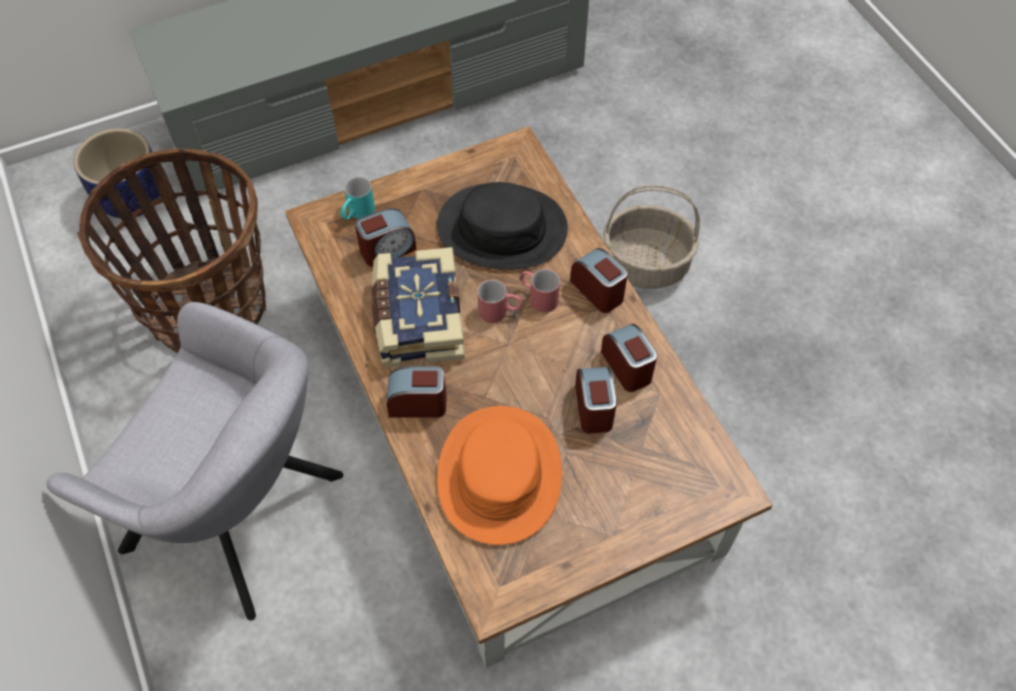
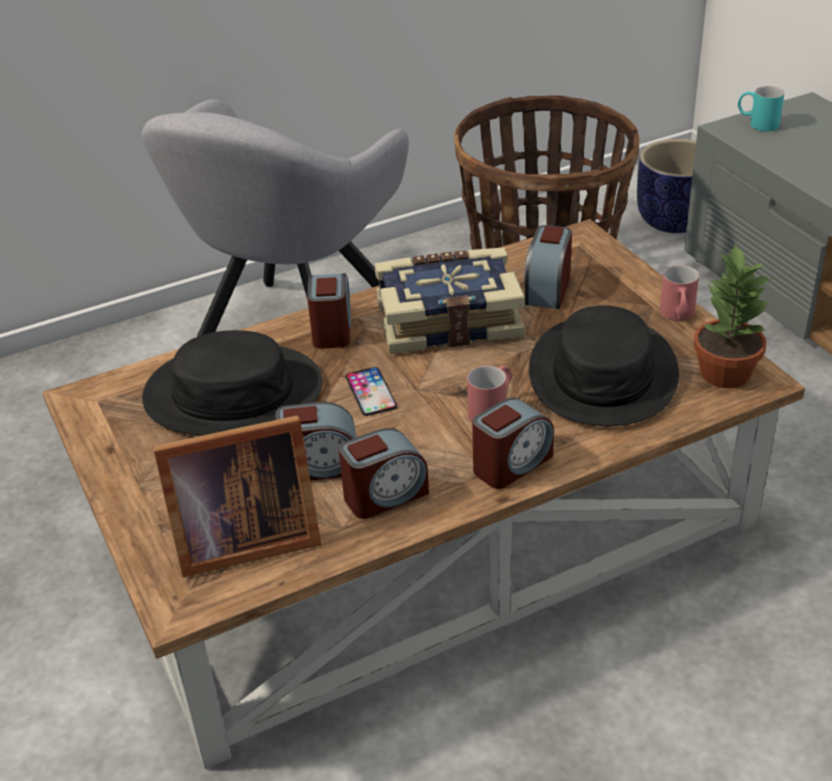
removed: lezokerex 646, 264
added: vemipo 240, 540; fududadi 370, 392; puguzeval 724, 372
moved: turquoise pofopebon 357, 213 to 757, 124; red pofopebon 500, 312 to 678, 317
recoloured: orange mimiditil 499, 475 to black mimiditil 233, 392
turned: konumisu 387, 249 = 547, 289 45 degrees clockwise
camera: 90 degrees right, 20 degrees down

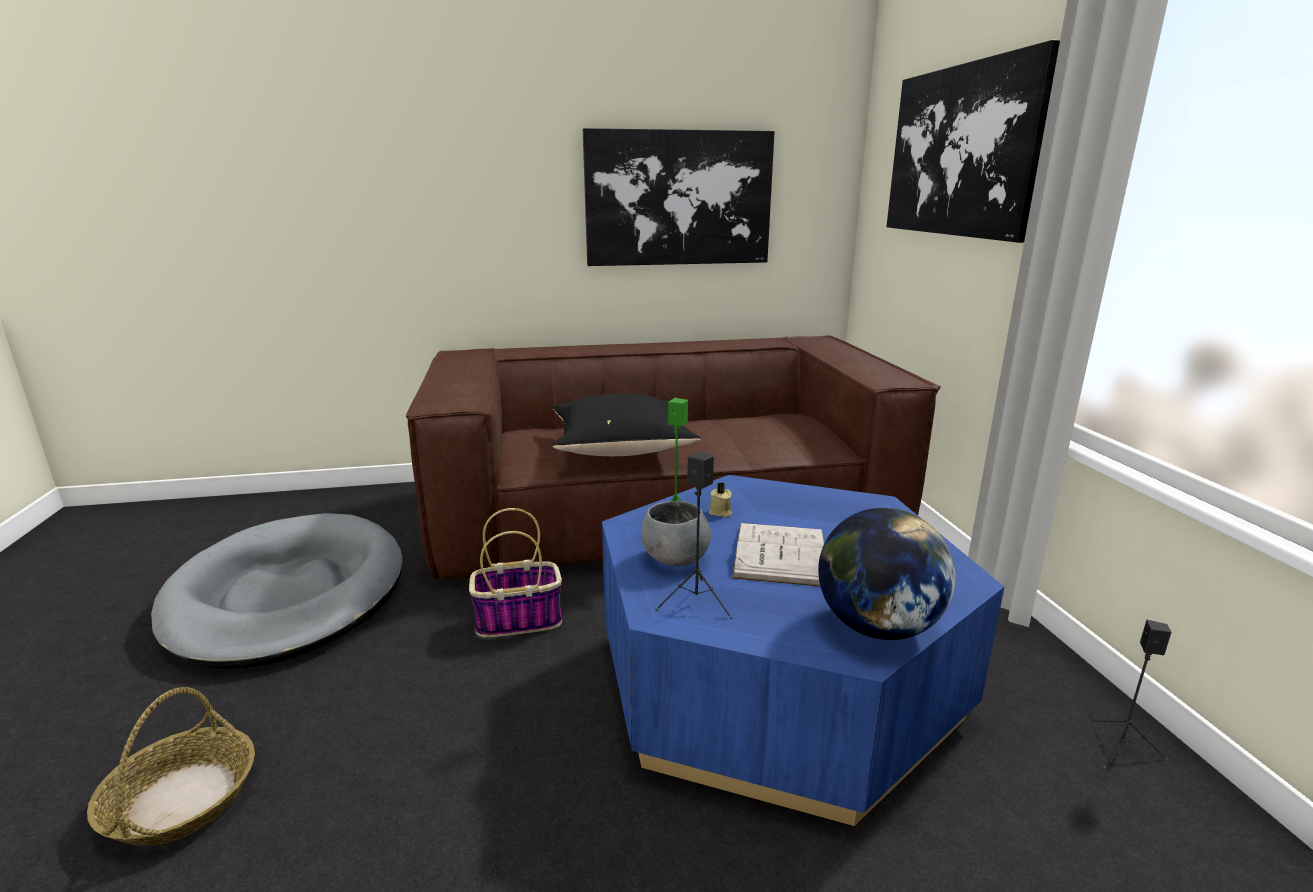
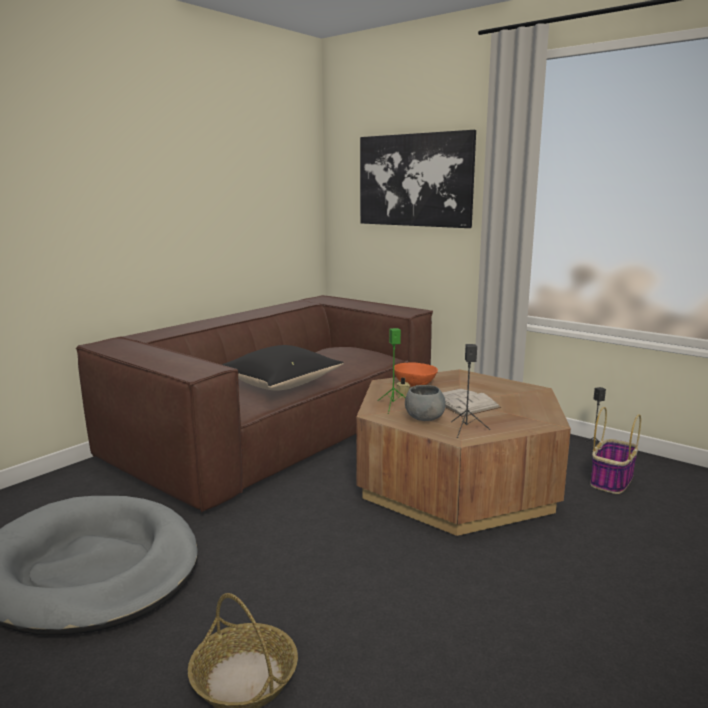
removed: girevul 678, 198; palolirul 877, 627
added: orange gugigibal 415, 384
moved: lezokerex 520, 620 to 611, 480
recoloured: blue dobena 776, 679 to brown dobena 456, 481
camera: 40 degrees left, 5 degrees down

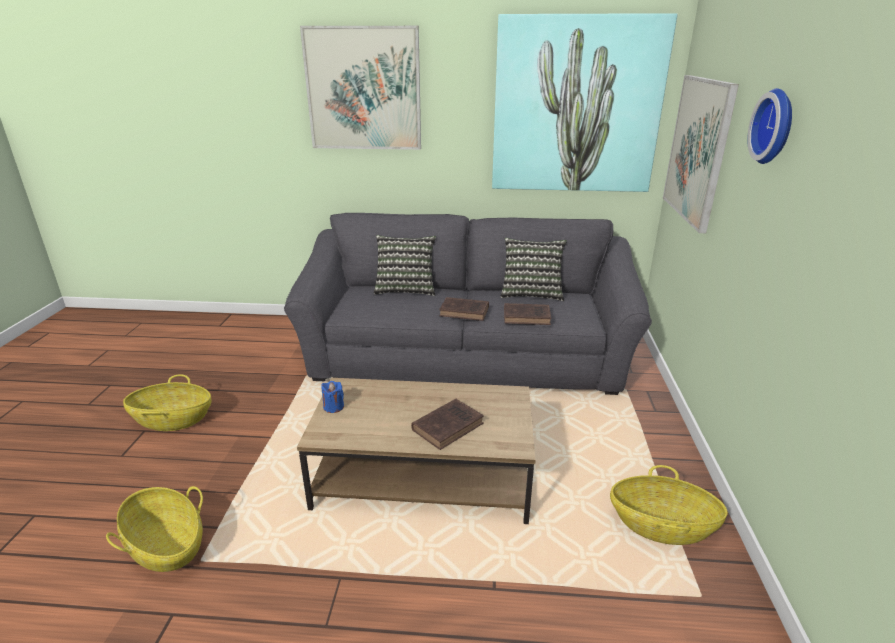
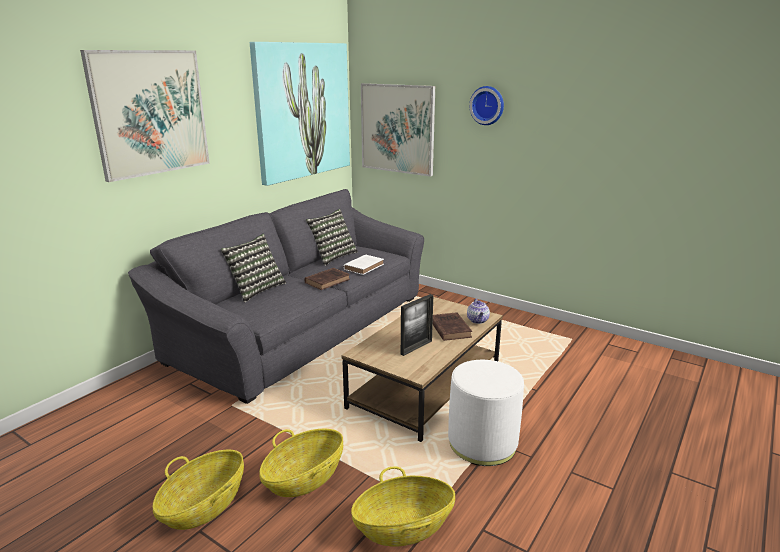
removed: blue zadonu 333, 407
added: vemipo 416, 347; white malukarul 482, 443; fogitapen 478, 320
moved: lezokerex 661, 526 to 304, 478
recoloured: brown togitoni 528, 317 to white togitoni 364, 266
camera: 60 degrees left, 5 degrees down

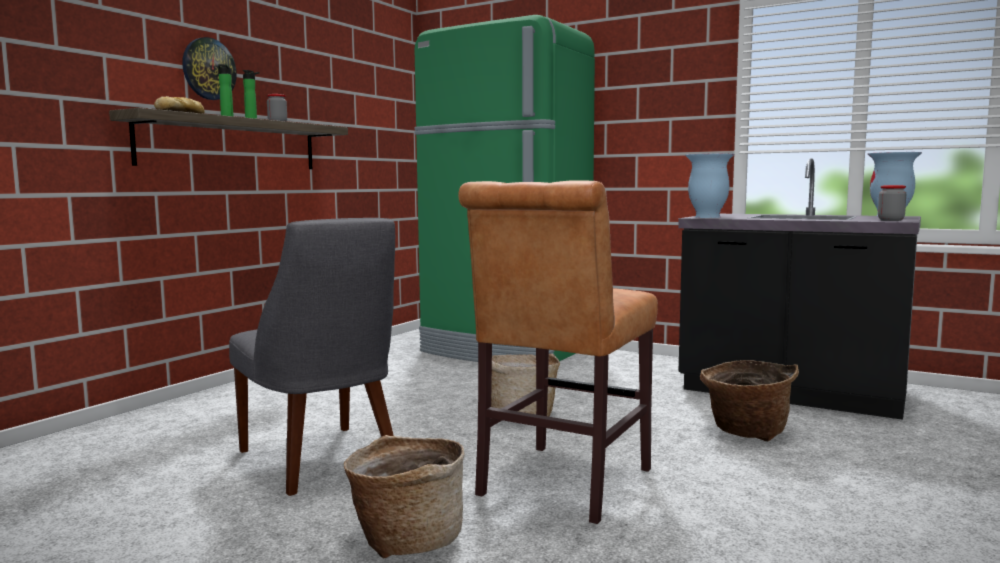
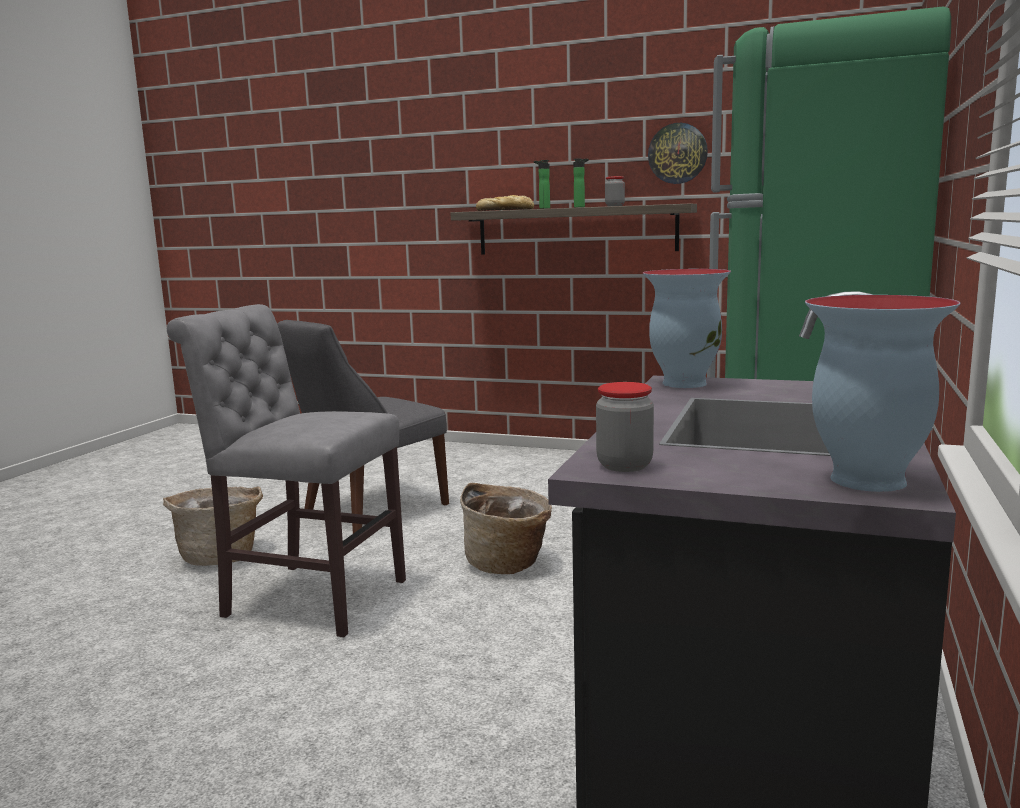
removed: lezokerex 745, 432
moved: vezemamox 208, 69 to 677, 153
recoloured: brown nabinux 560, 486 to grey nabinux 307, 597
camera: 80 degrees right, 5 degrees up

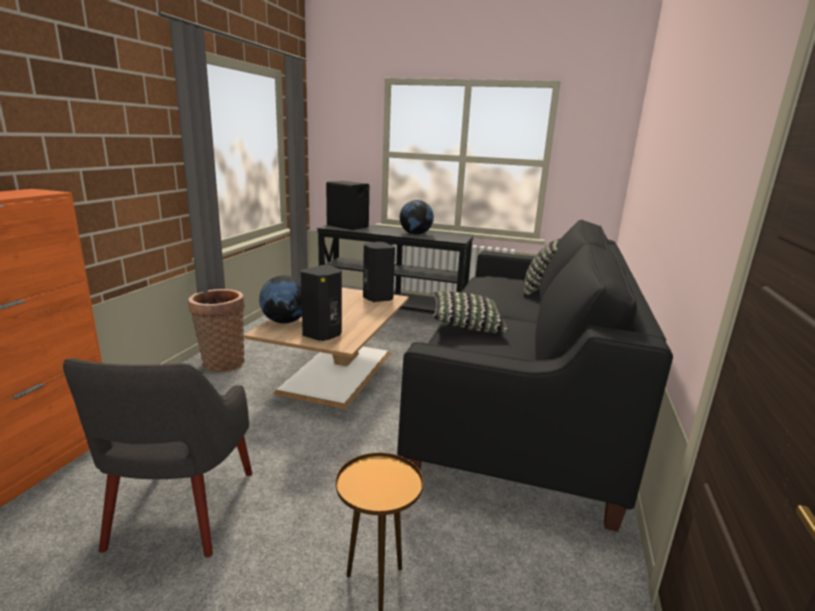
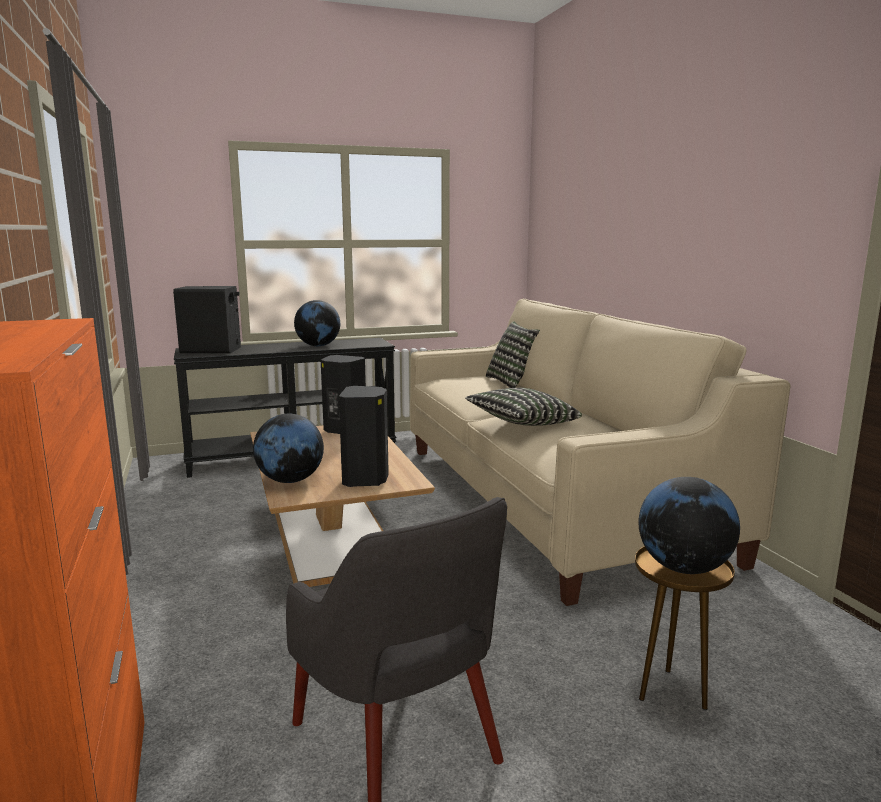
removed: lezokerex 222, 362
added: palolirul 684, 568
recoloured: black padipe 522, 397 to beige padipe 550, 499
camera: 35 degrees left, 5 degrees down

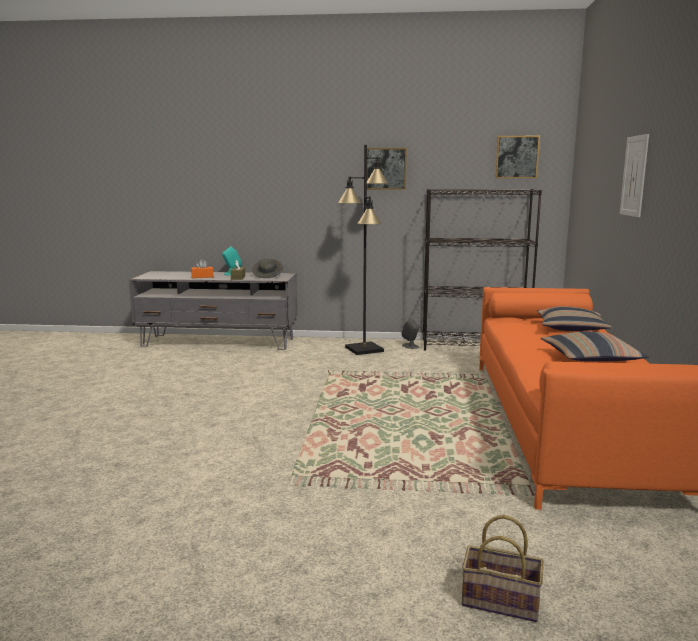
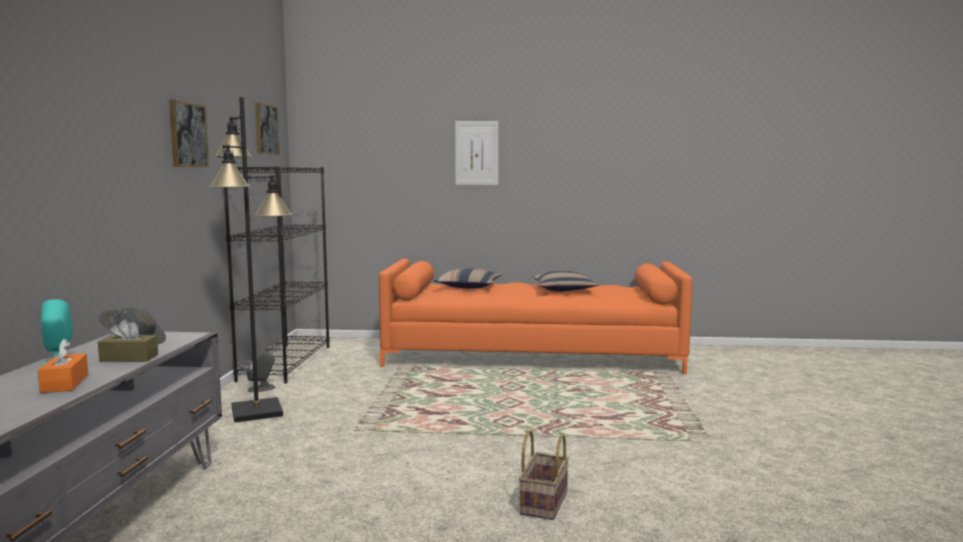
moved: lezokerex 502, 601 to 543, 502
camera: 90 degrees left, 5 degrees down

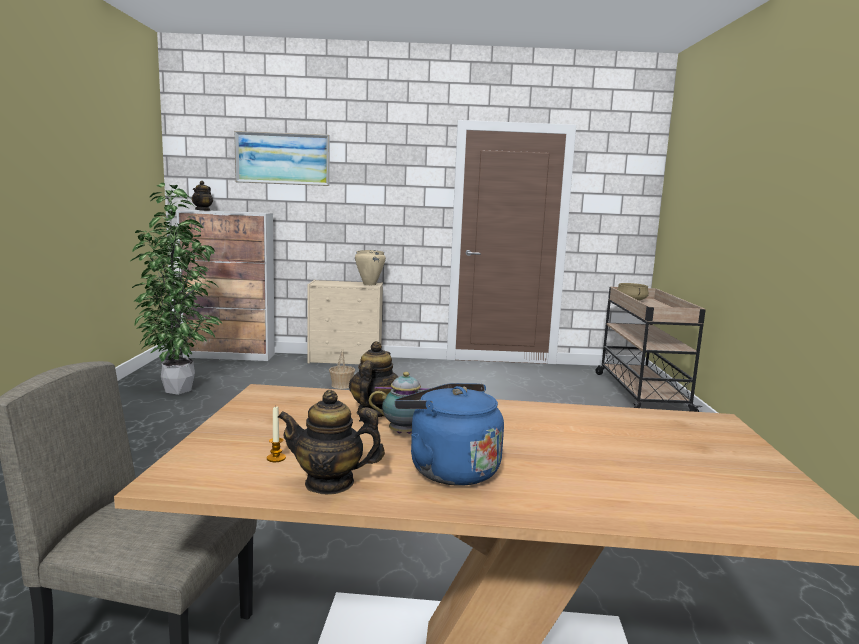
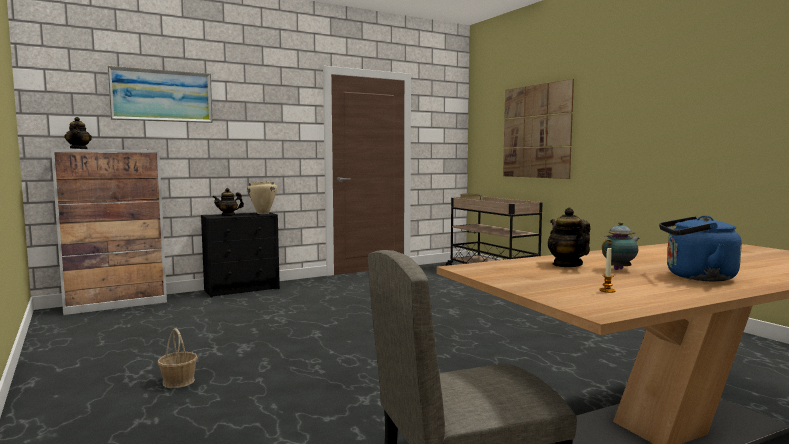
removed: puguzeval 181, 389
added: girevul 536, 131
moved: fogitapen 330, 483 to 228, 215; lezokerex 342, 385 to 178, 381
recoloured: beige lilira 346, 360 to black lilira 243, 289
camera: 30 degrees left, 5 degrees down

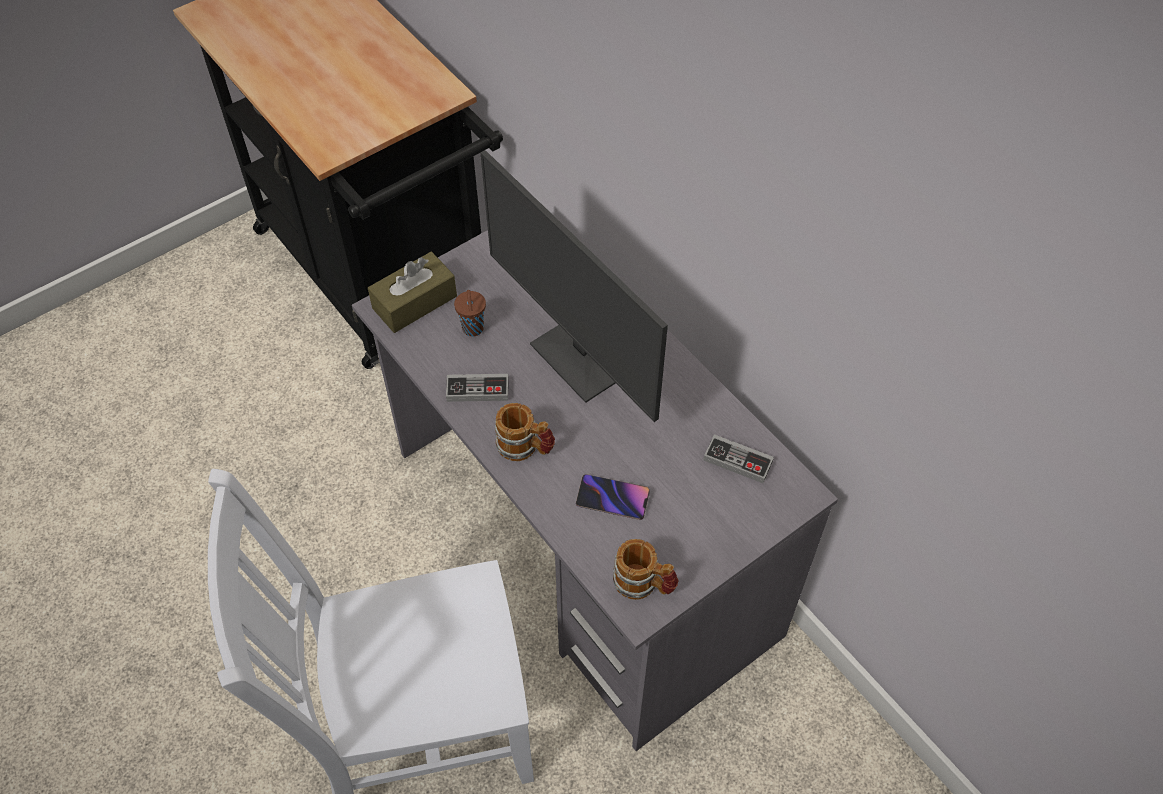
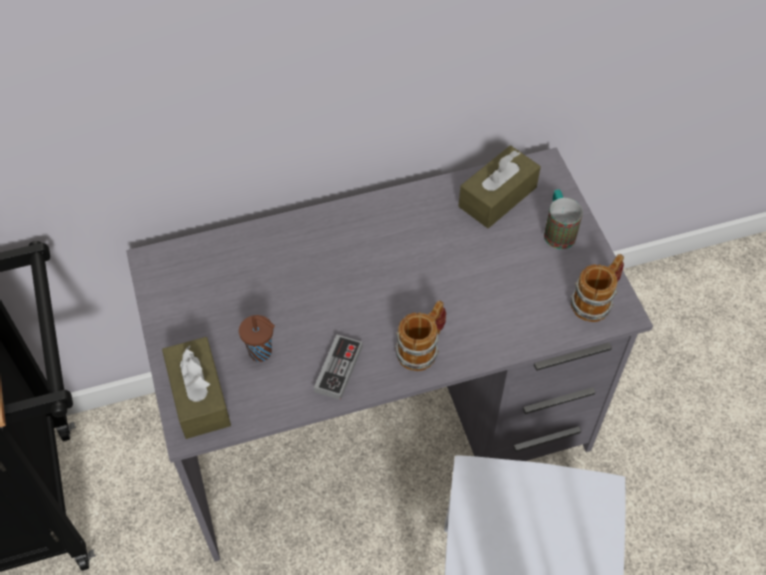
removed: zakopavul 584, 356; fududadi 612, 499
added: pofopebon 557, 230
replaced: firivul 738, 461 to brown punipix 497, 197
camera: 70 degrees left, 0 degrees up

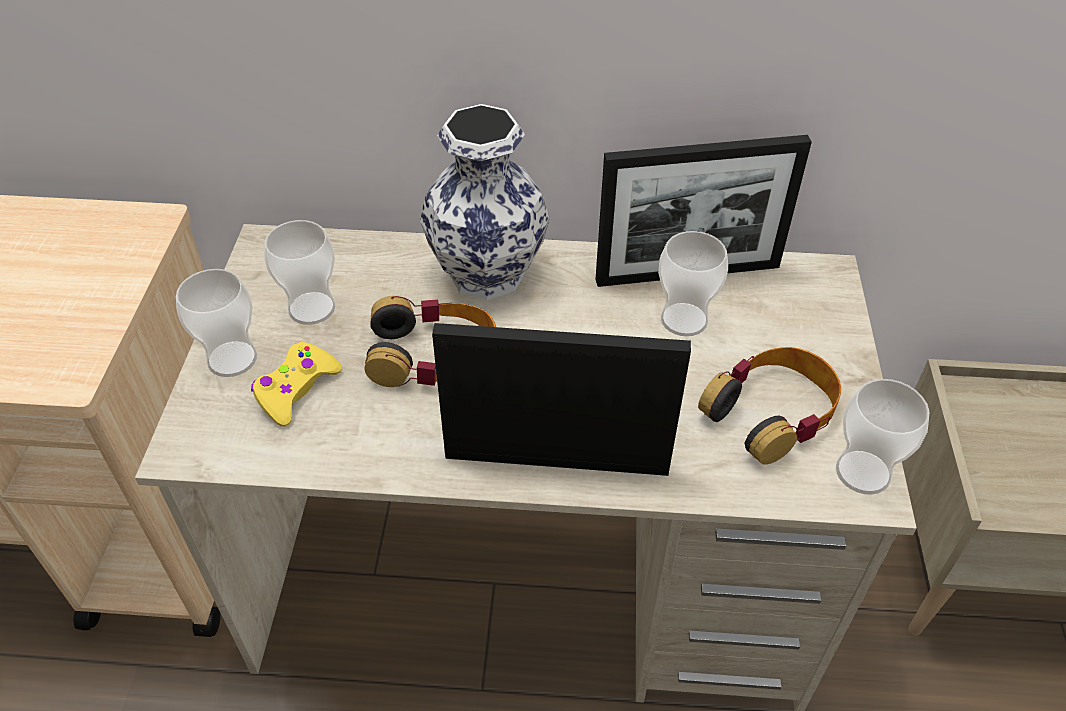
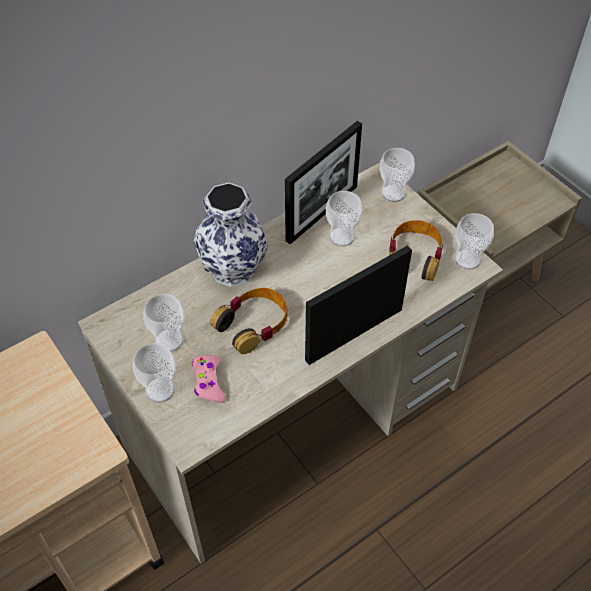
added: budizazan 393, 193
recoloured: yellow firivul 296, 389 to pink firivul 209, 382
camera: 40 degrees left, 5 degrees up

